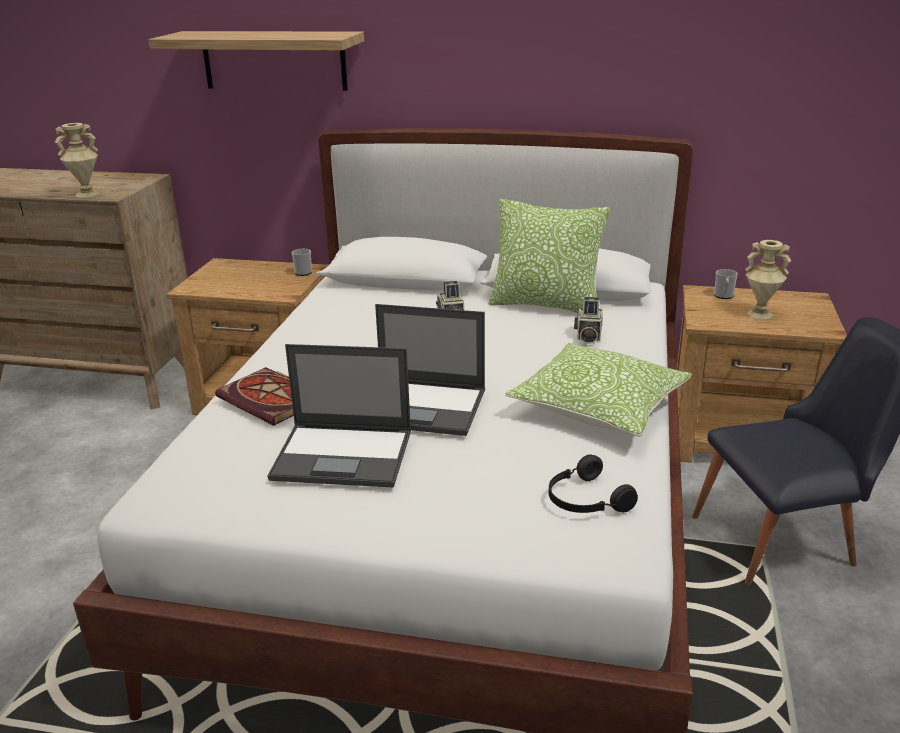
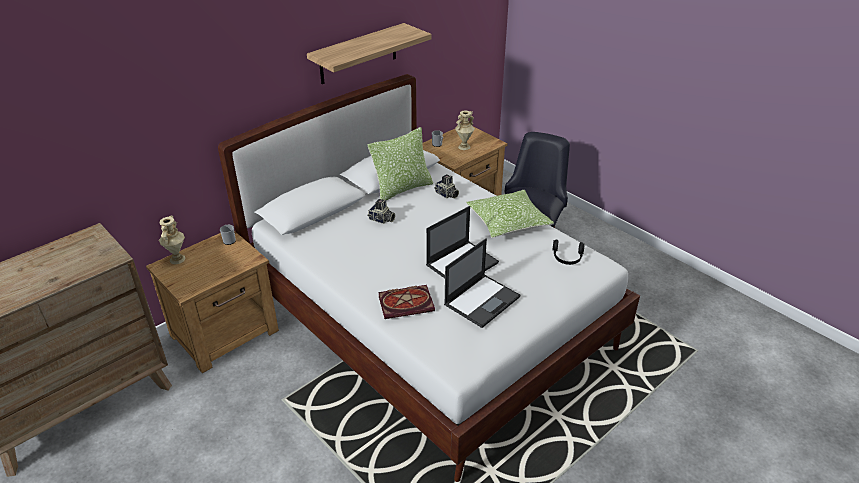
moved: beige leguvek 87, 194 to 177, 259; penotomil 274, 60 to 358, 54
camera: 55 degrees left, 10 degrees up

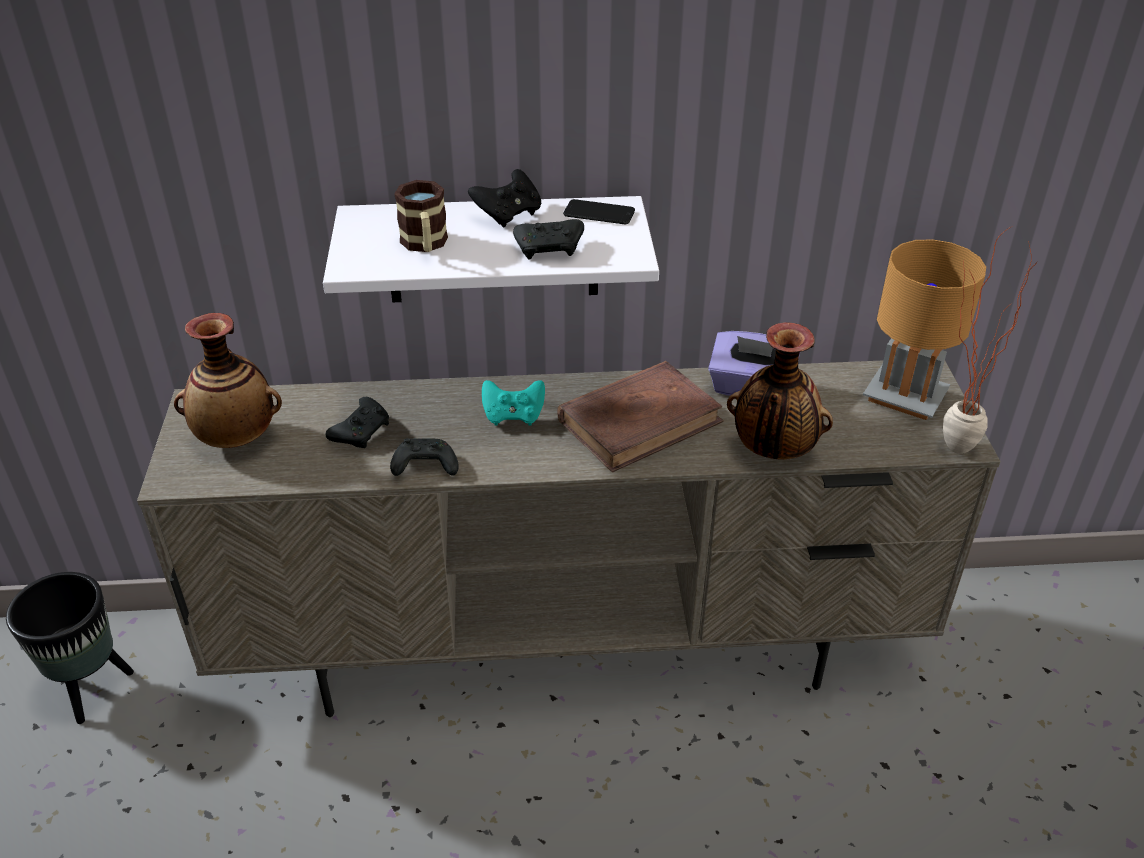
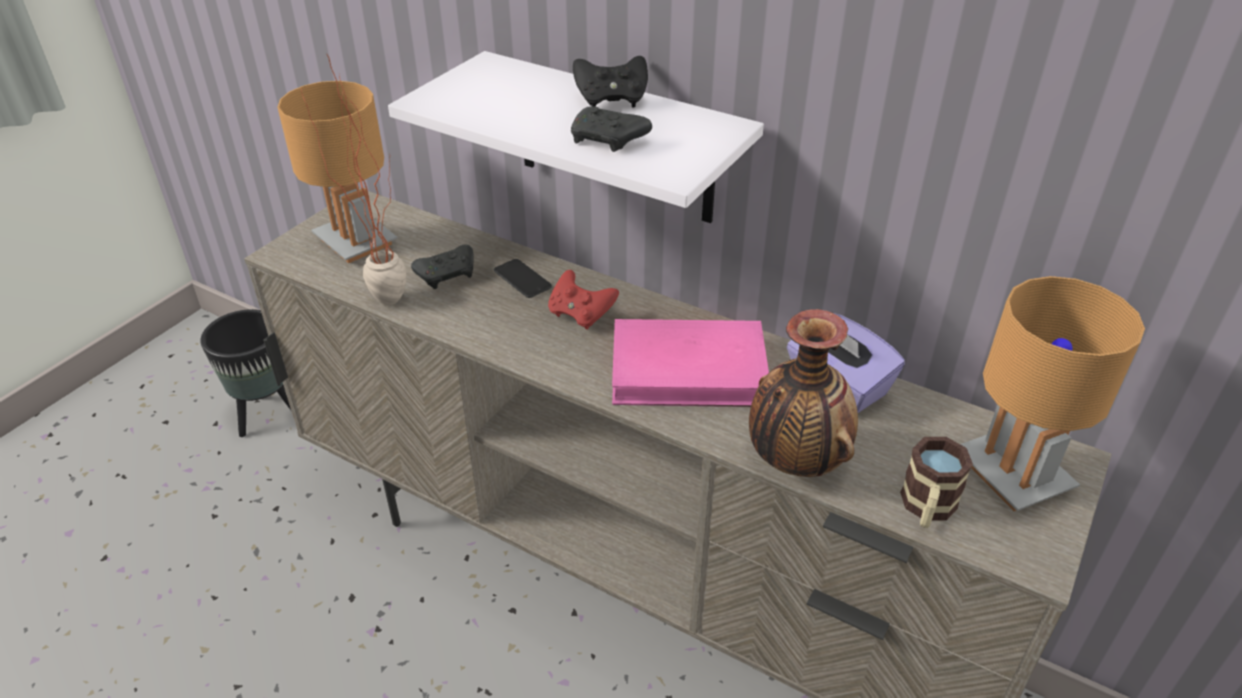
removed: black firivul 424, 467
moved: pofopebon 425, 245 to 927, 509; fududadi 599, 213 to 522, 279; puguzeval 944, 448 to 381, 295
replaced: leguvek 237, 438 to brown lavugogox 356, 241
recoloured: turquoise firivul 513, 416 to red firivul 581, 315; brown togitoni 640, 421 to pink togitoni 690, 370
camera: 35 degrees right, 0 degrees up

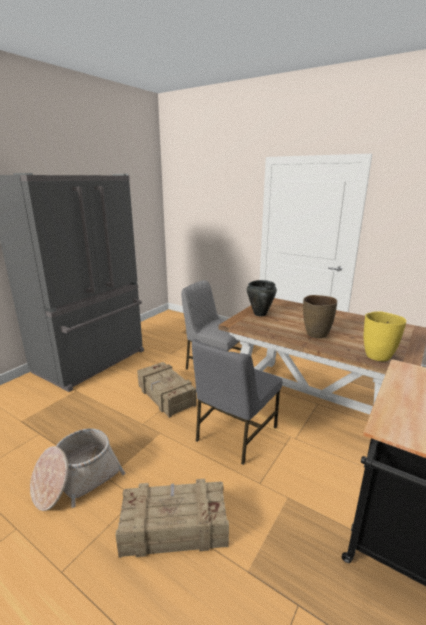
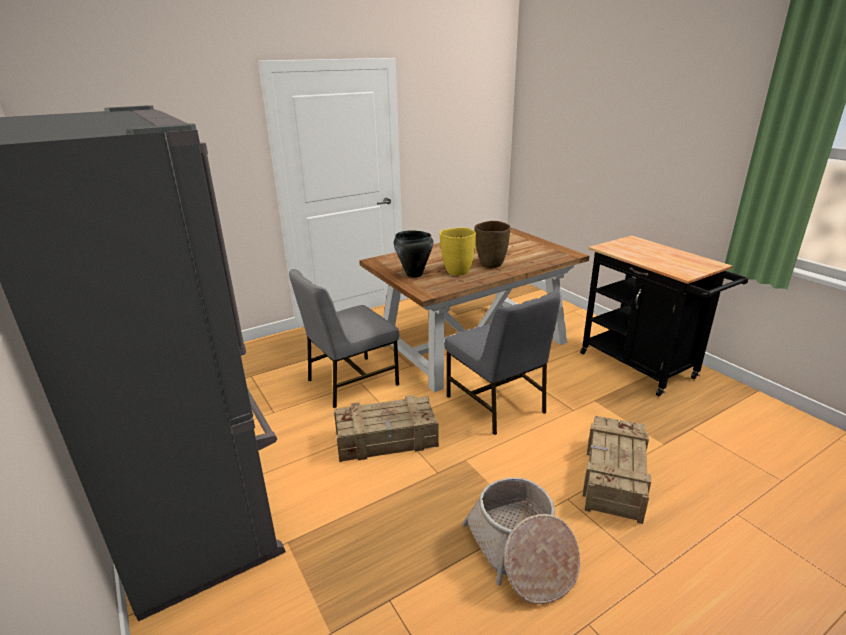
moved: yellow leguvek 377, 356 to 457, 272
camera: 65 degrees left, 5 degrees up

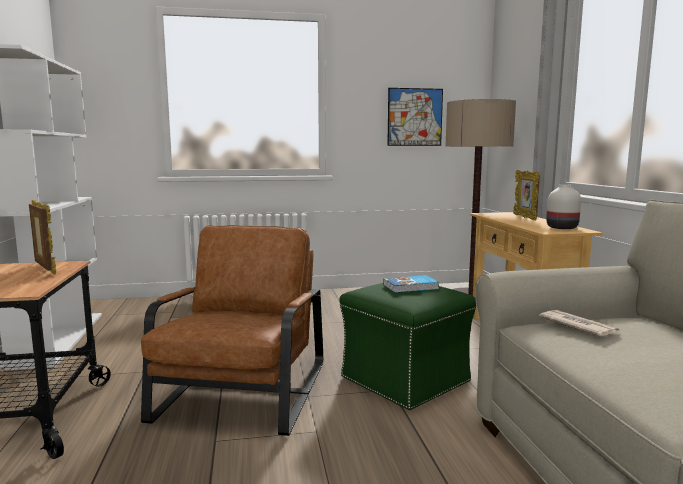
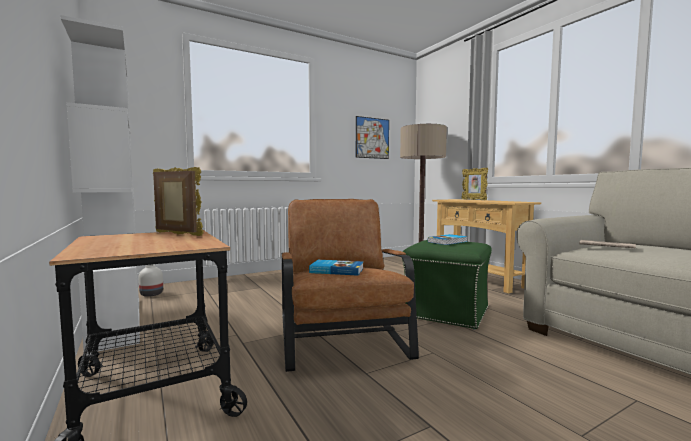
added: togitoni 336, 270
moved: white leguvek 561, 227 to 151, 294
camera: 20 degrees left, 5 degrees down

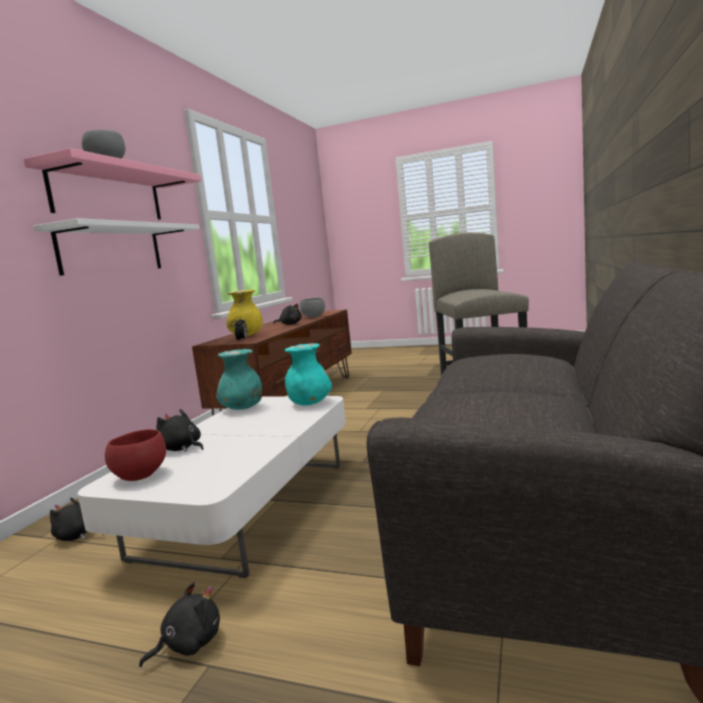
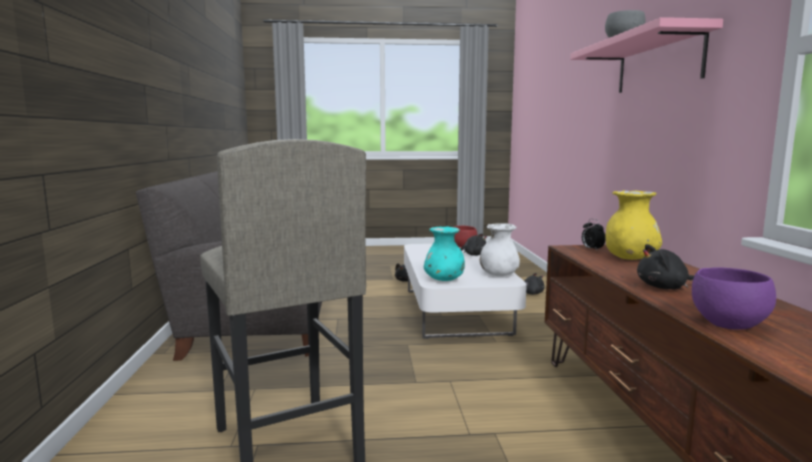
removed: white penotomil 111, 249
recoloured: turquoise leguvek 242, 408 to white leguvek 499, 275; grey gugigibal 314, 317 to purple gugigibal 727, 325
camera: 155 degrees right, 0 degrees up

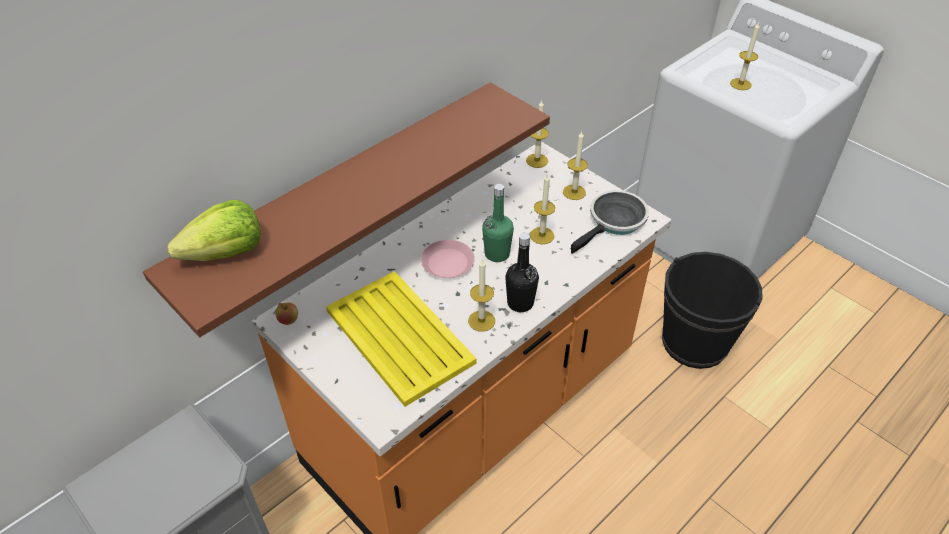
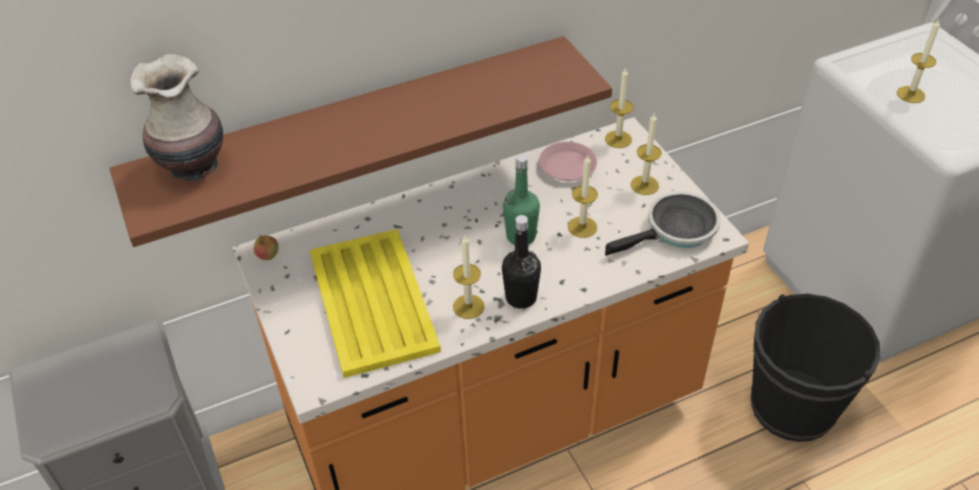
moved: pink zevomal 447, 263 to 567, 166
replaced: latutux 226, 253 to leguvek 194, 167
camera: 20 degrees right, 0 degrees up

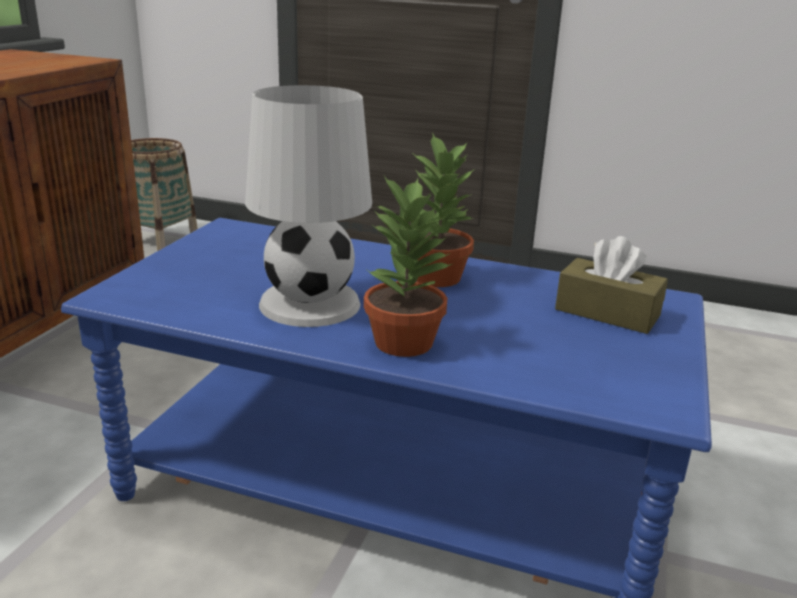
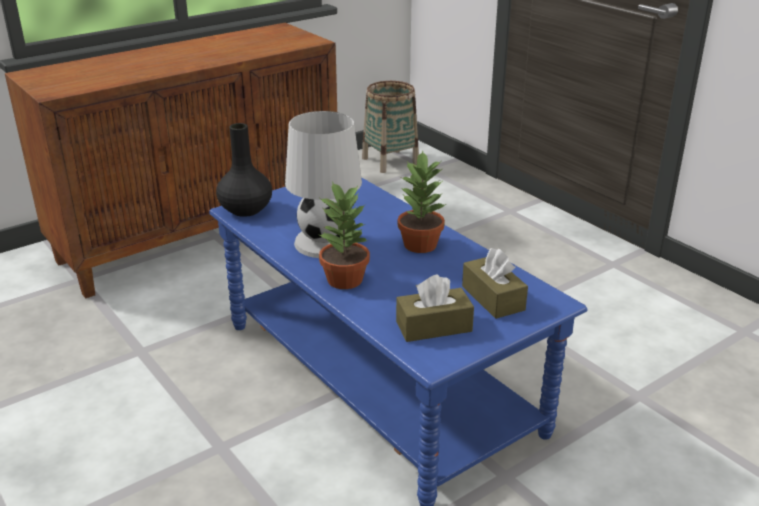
added: black leguvek 246, 209; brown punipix 434, 326
camera: 35 degrees right, 5 degrees up

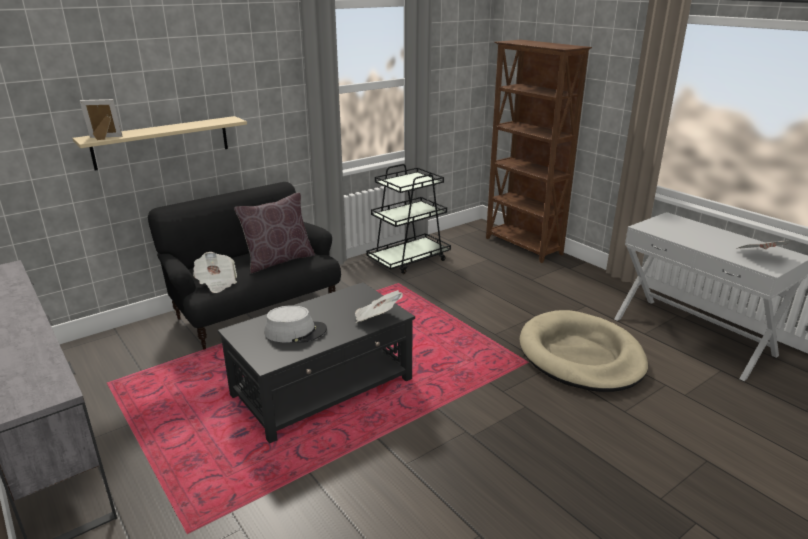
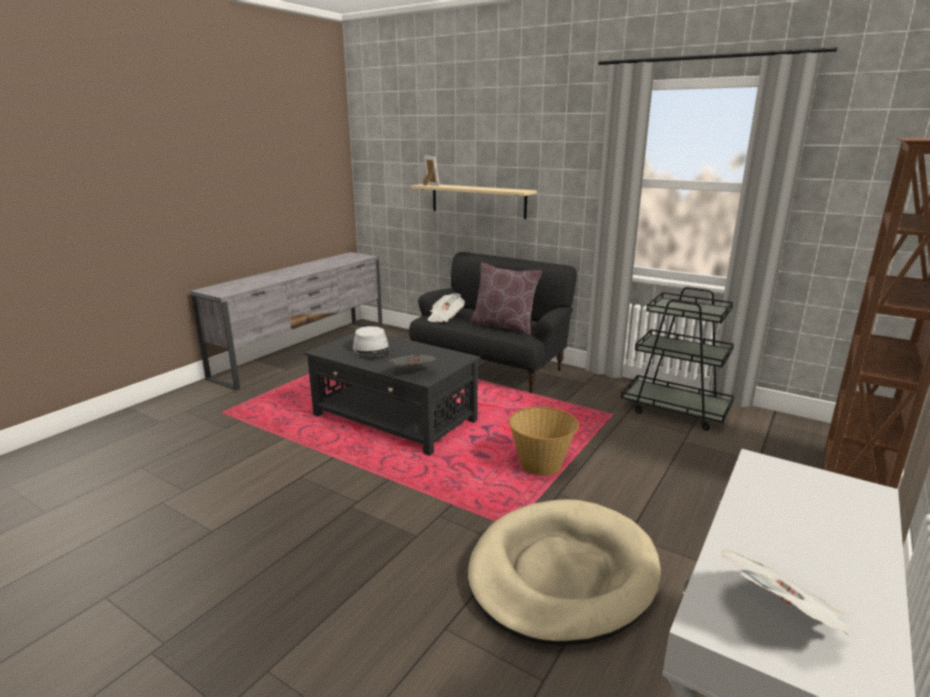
added: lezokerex 541, 464
camera: 70 degrees right, 5 degrees down

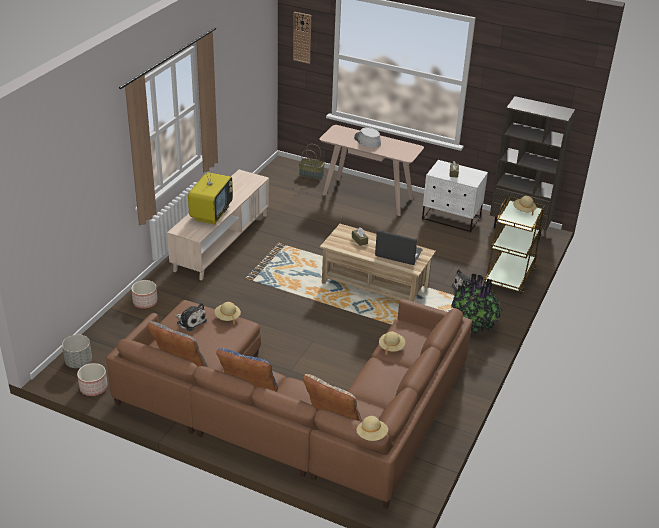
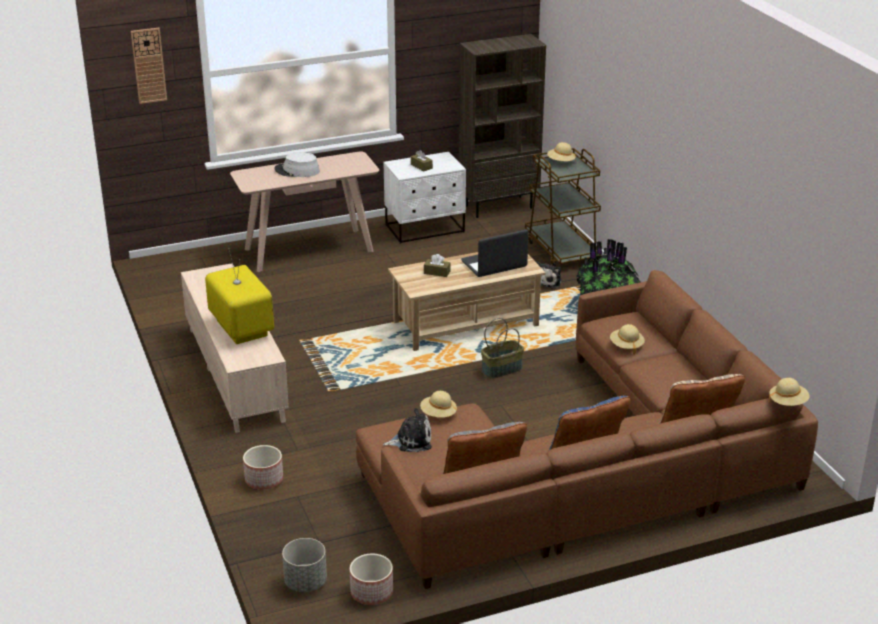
moved: lezokerex 311, 175 to 502, 369
camera: 45 degrees left, 5 degrees down

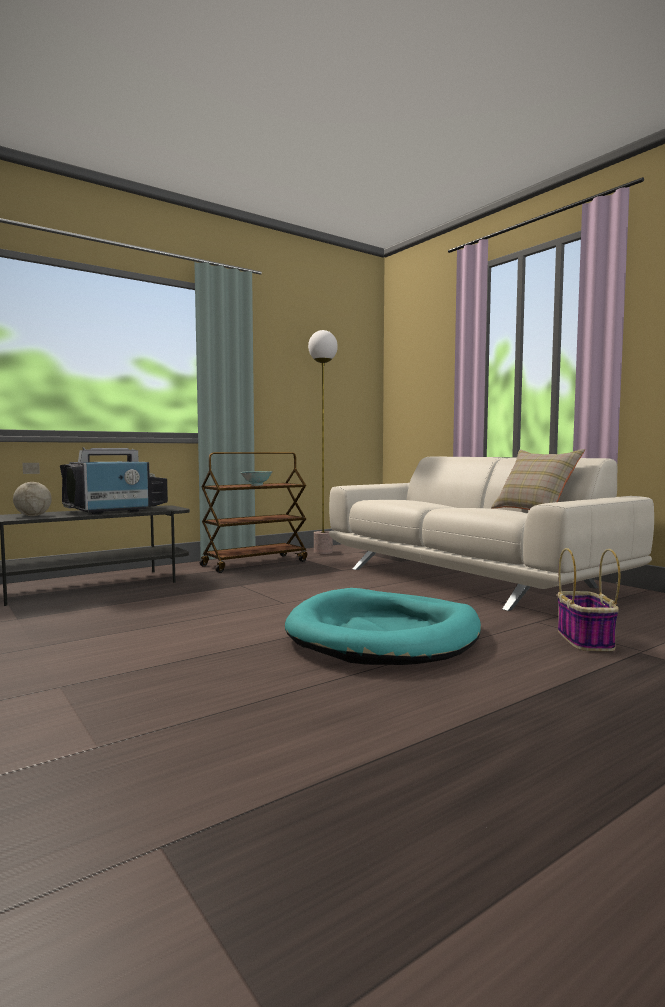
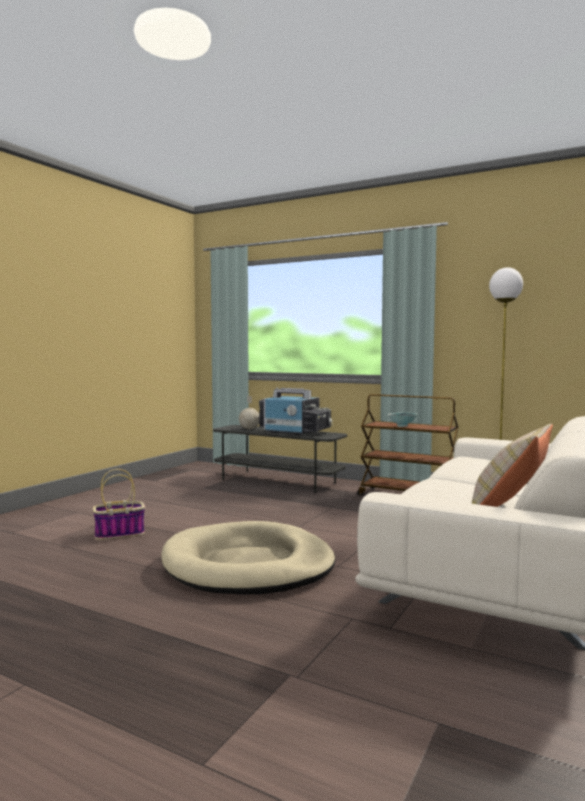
moved: lezokerex 584, 639 to 120, 533
recoloured: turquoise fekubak 384, 635 to beige fekubak 248, 565
camera: 65 degrees right, 0 degrees up

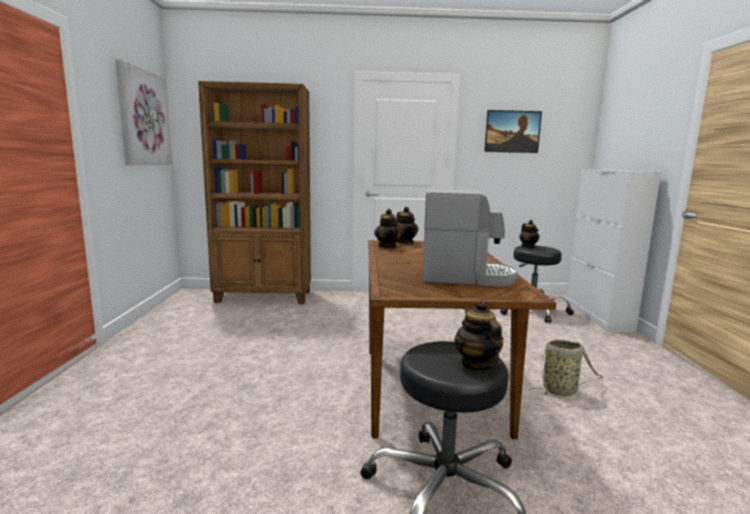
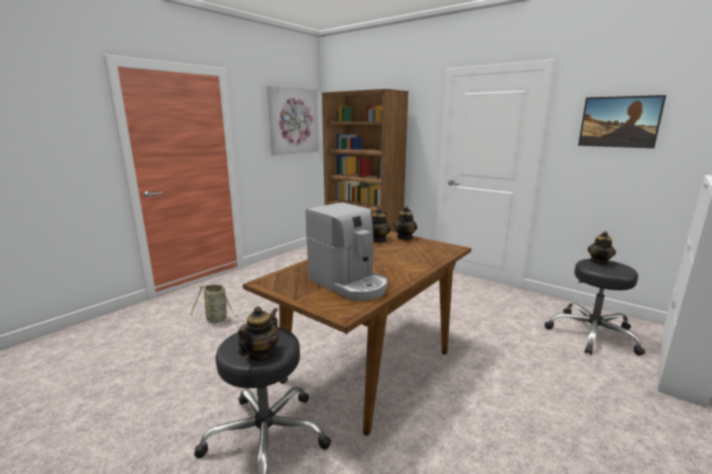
moved: lezokerex 561, 390 to 218, 320
camera: 40 degrees right, 5 degrees up

